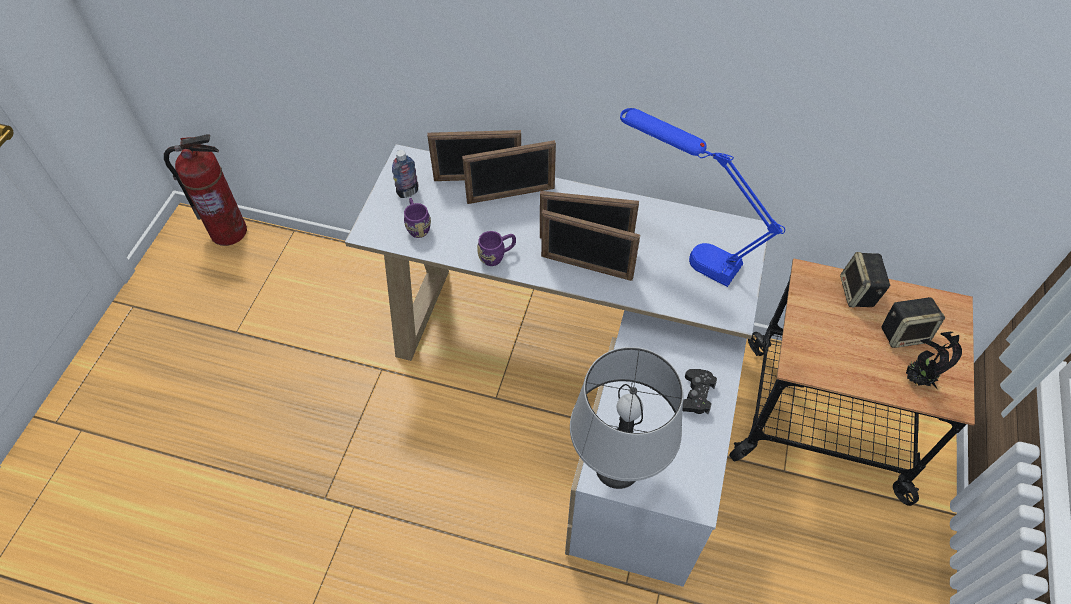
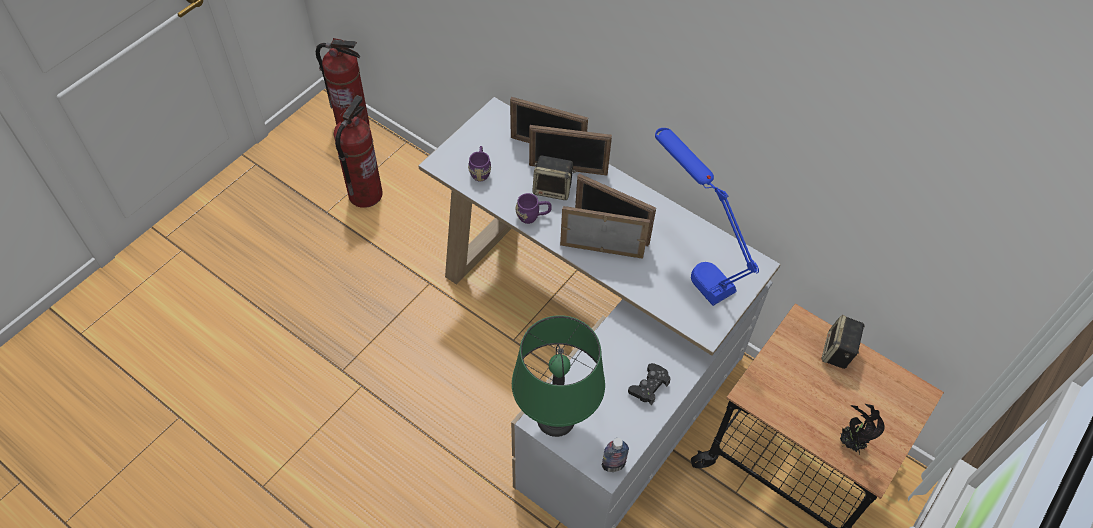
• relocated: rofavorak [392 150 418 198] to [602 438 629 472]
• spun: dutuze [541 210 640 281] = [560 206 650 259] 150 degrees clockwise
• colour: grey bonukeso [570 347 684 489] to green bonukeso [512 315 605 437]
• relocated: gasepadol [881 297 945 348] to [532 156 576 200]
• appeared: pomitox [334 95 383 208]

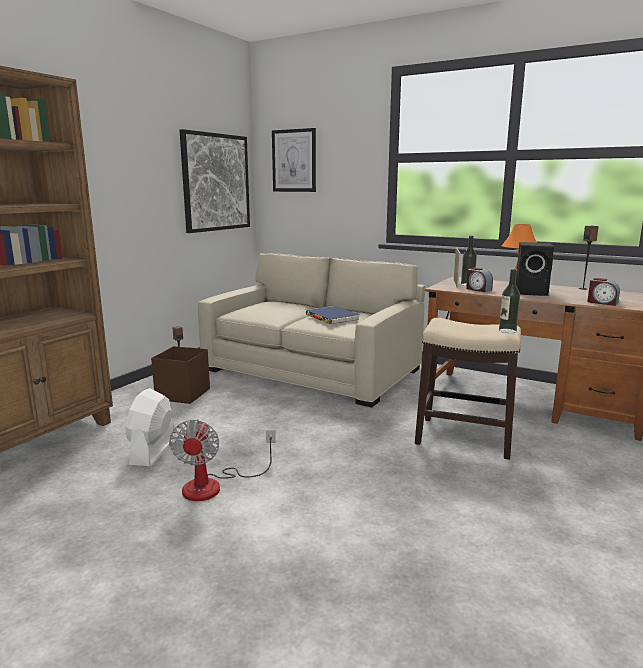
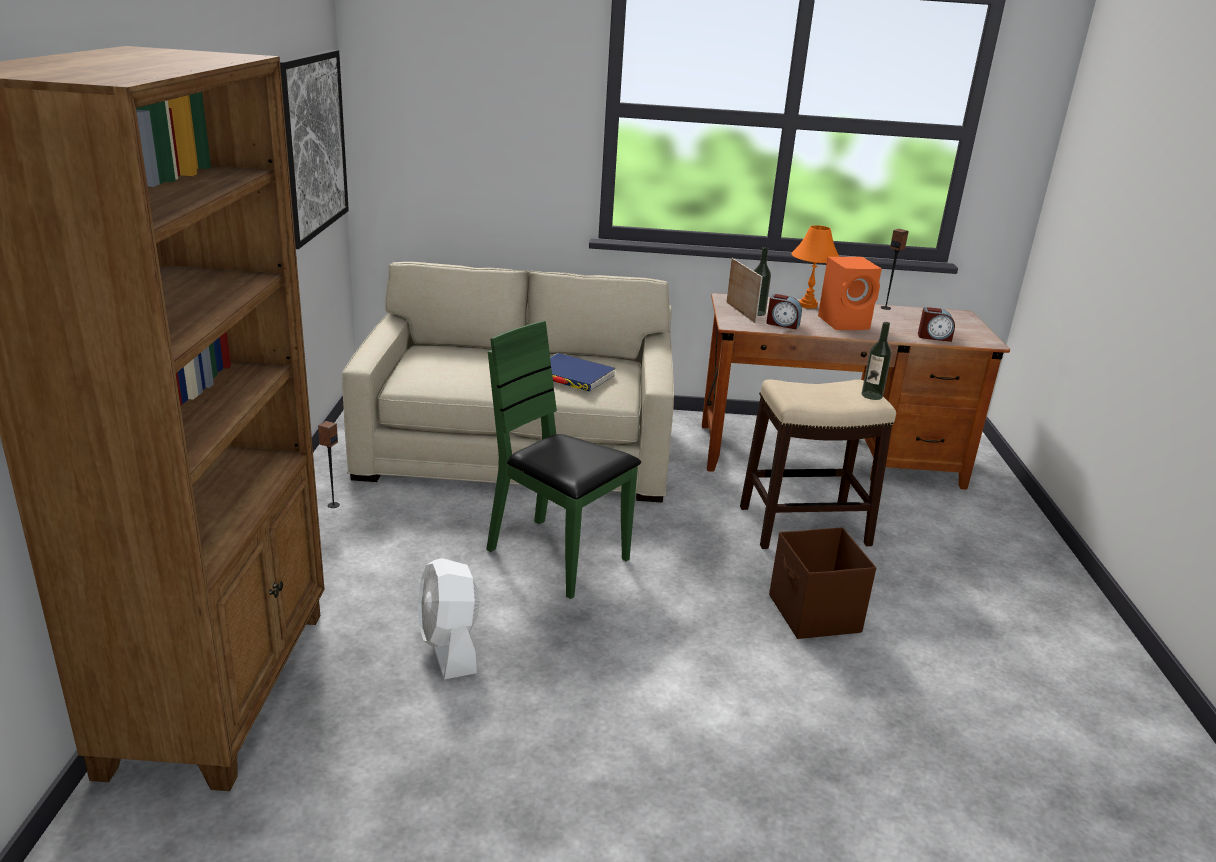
• relocated: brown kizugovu [151 346 210 404] to [769 527 876 639]
• missing: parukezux [169 419 275 501]
• missing: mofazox [272 128 316 192]
• colour: black gasepadol [516 242 554 296] to orange gasepadol [818 257 882 330]
• appeared: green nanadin [486 321 641 599]

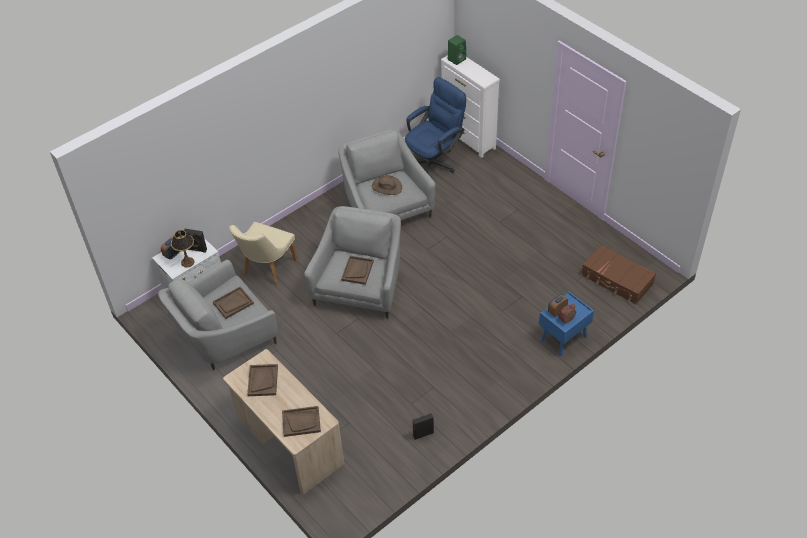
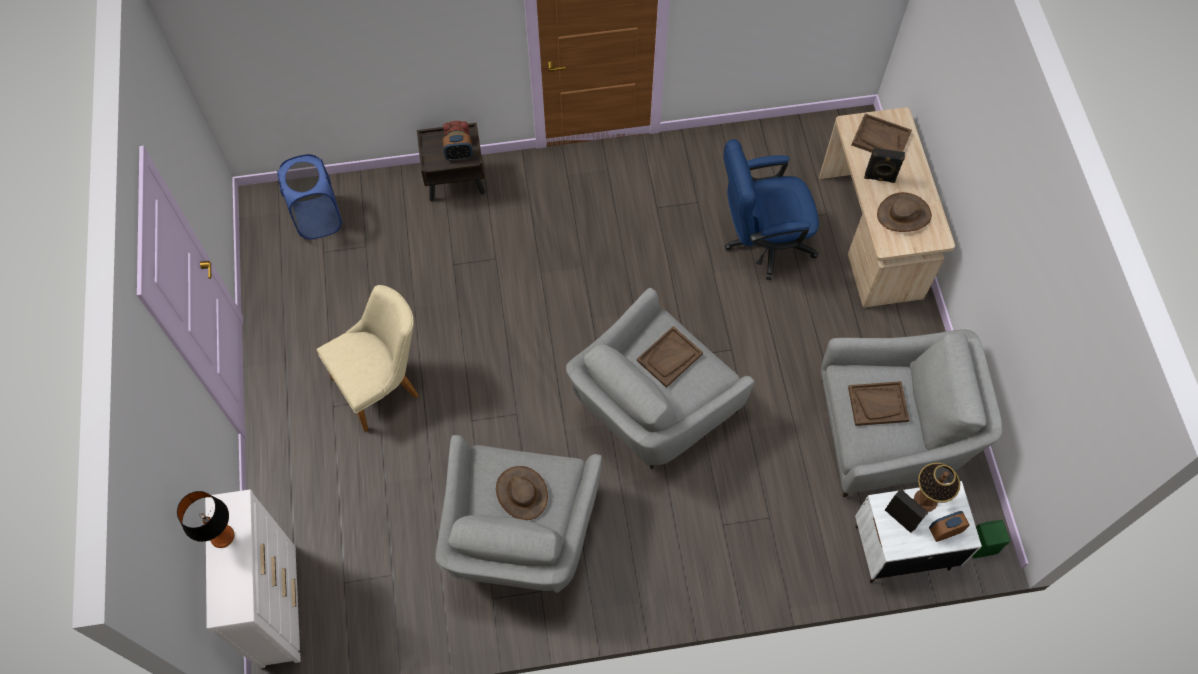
• relocated: beige nanadin [229 222 297 285] to [317 285 418 432]
• exchanged: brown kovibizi [247 364 278 396] to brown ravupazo [877 192 932 232]
• relocated: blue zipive [405 77 466 174] to [724 139 819 280]
• relocated: black gasepadol [412 413 434 440] to [864 148 905 183]
• relocated: green gasepadol [448 35 467 65] to [972 520 1010 558]
• colour: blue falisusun [539 291 594 356] to brown falisusun [417 123 485 201]
• exchanged: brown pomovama [581 244 656 305] to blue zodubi [277 154 343 240]
• appeared: bonukeso [177 491 234 548]

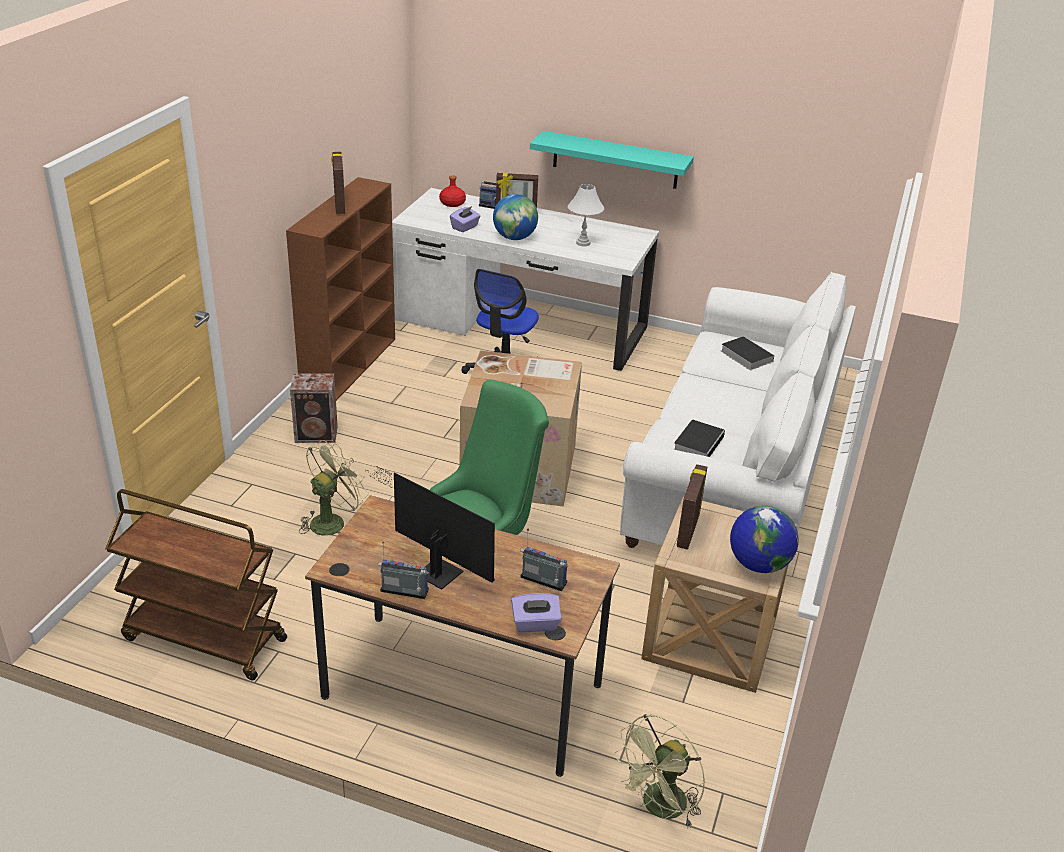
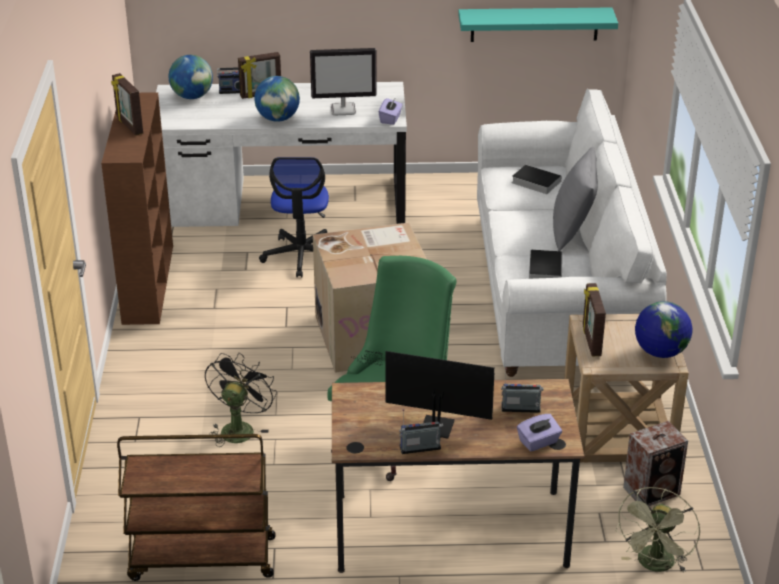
• relocated: gasepadol [290 374 338 443] to [623 421 688 506]
• colour: green parukezux [299 440 368 536] to black parukezux [205 353 277 447]
• exchanged: red rofavorak [439 175 466 207] to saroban [169 55 213 99]
• relocated: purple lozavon [450 206 480 232] to [379 97 403 125]
• relocated: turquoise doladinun [530 131 694 189] to [458 7 618 42]
• exchanged: white bonukeso [568 184 604 246] to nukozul [310 48 377 116]
• appeared: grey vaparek [553 147 598 251]

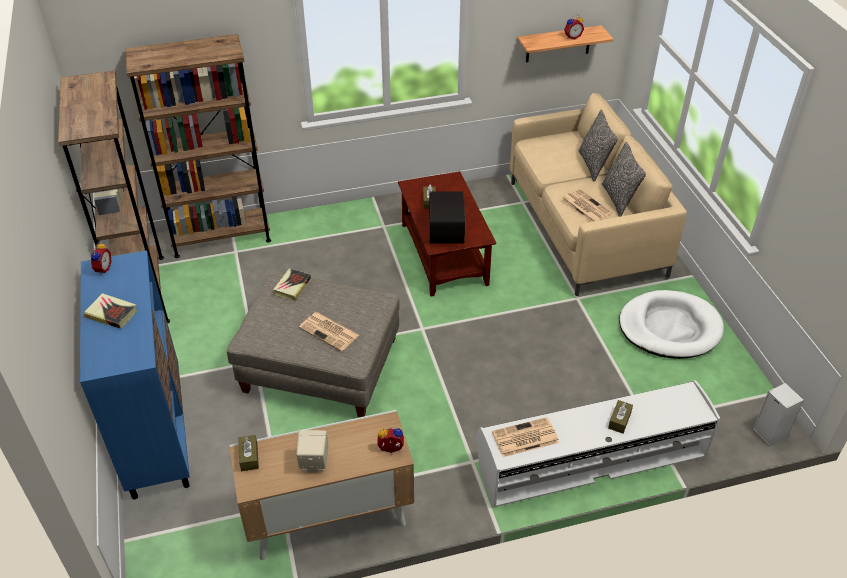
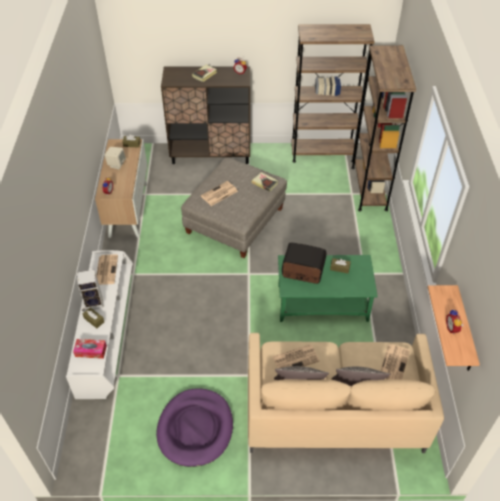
• colour: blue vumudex [80 250 190 500] to brown vumudex [161 66 250 164]
• colour: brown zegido [398 171 496 297] to green zegido [278 255 378 322]
• colour: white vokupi [619 290 724 359] to purple vokupi [156 388 233 467]
• relocated: gasepadol [753 383 804 447] to [77 269 103 310]
• appeared: lozavon [73 339 107 359]
• appeared: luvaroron [380 344 410 380]

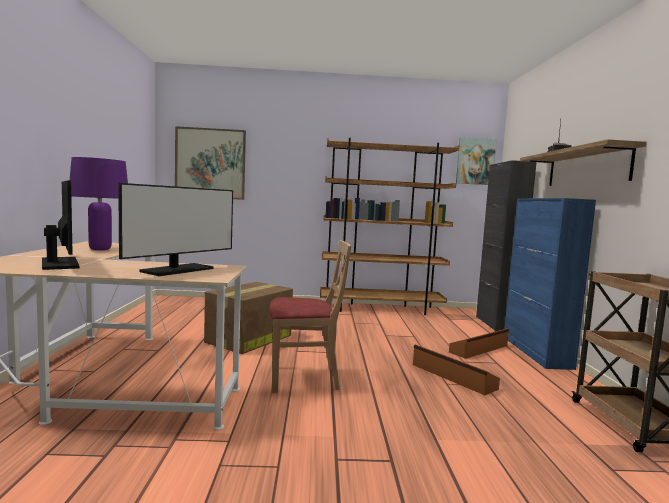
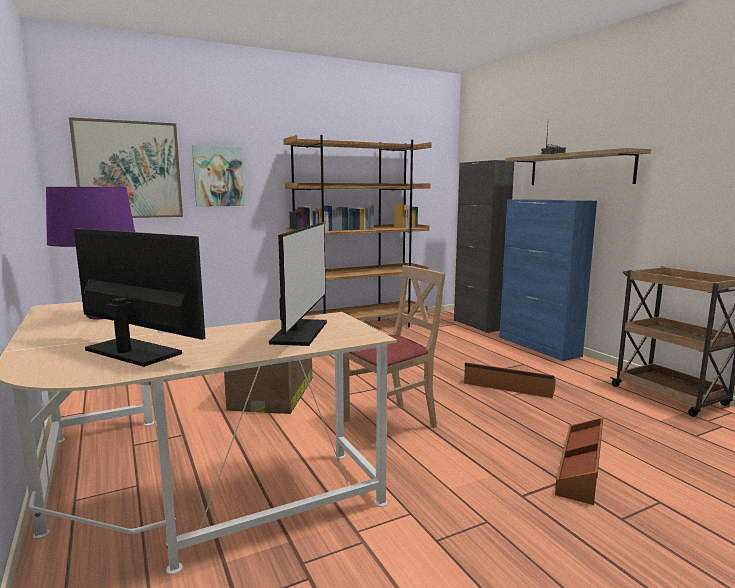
• relocated: brown kizugovu [449 328 509 359] to [555 418 603 505]
• relocated: mofazox [456 137 497 185] to [192 145 244 207]

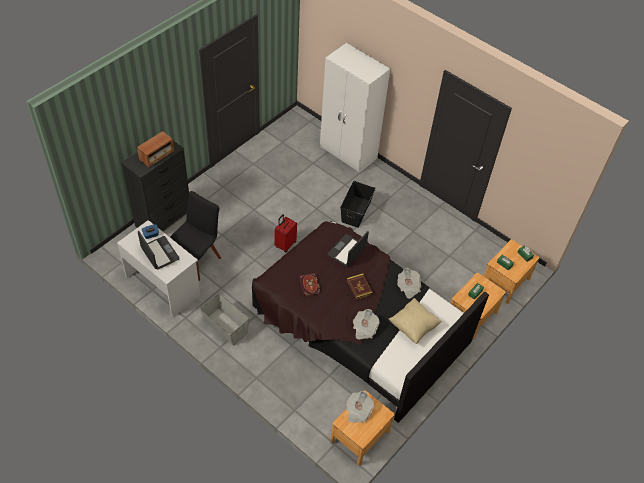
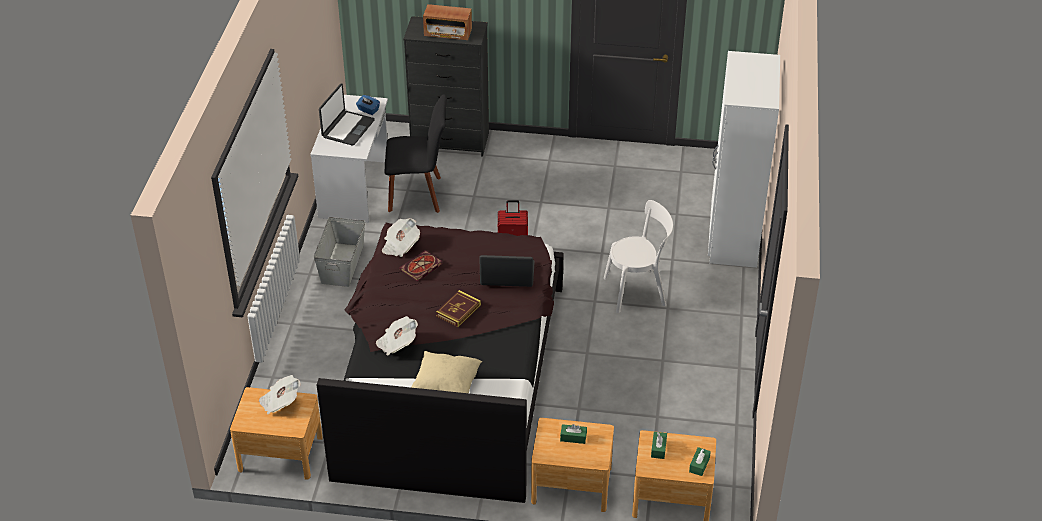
• exchanged: black kizugovu [340 181 376 228] to white nanadin [604 200 673 313]
• relocated: luvaroron [397 268 421 299] to [382 218 420 257]

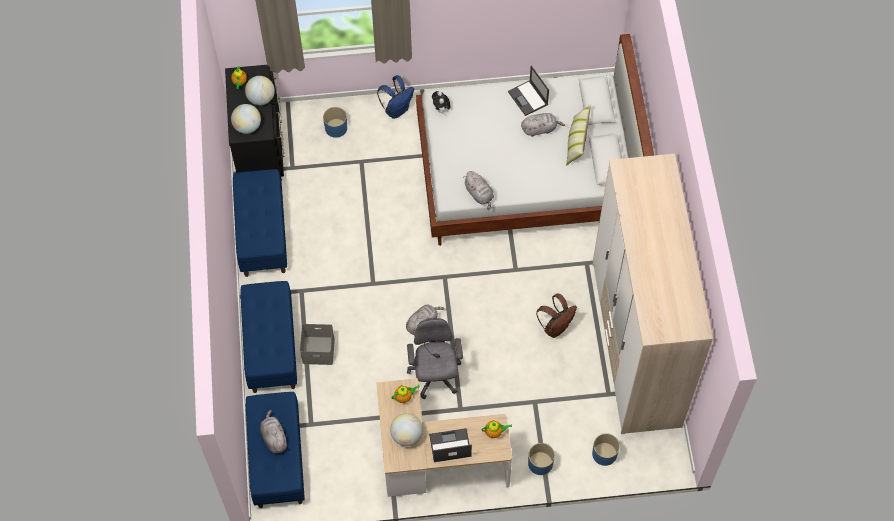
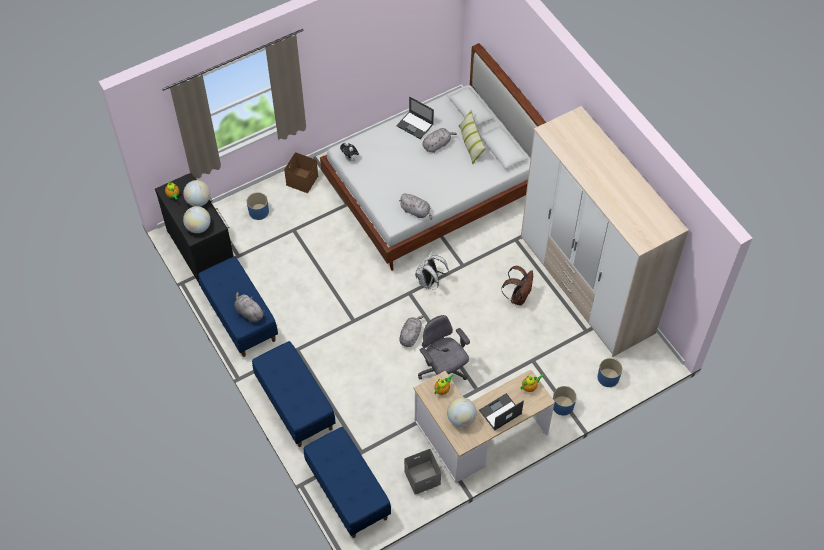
• relocated: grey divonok [260 410 287 454] to [235 292 265 322]
• relocated: grey kizugovu [300 324 335 365] to [404 449 441 495]
• exchanged: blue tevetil [377 75 414 119] to brown kizugovu [284 152 319 193]
• appeared: white tevetil [415 251 448 290]

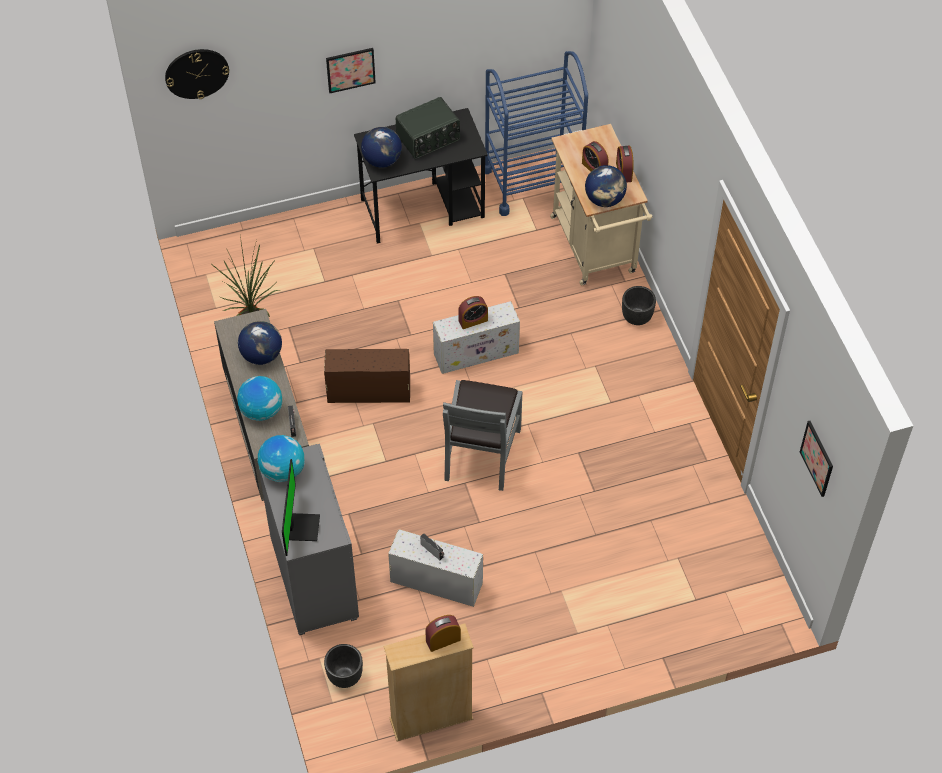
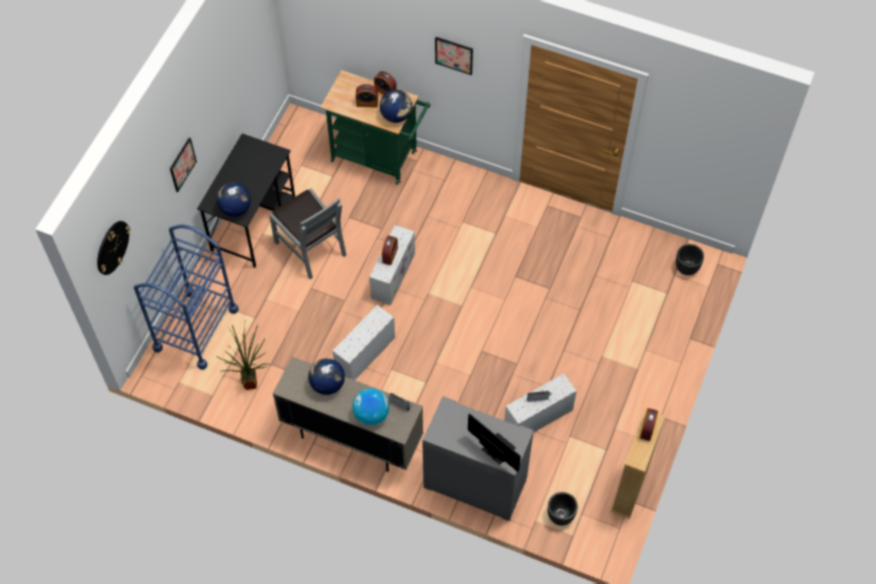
• missing: saroban [258 435 305 482]
• colour: brown kizugovu [324 349 410 403] to white kizugovu [333 305 395 380]
• missing: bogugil [396 97 460 159]
• relocated: grey nanadin [443 380 522 491] to [269 188 347 279]
• relocated: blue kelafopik [485 51 588 216] to [134 224 238 370]
• colour: beige kelafopik [550 124 653 285] to green kelafopik [320 70 430 185]
• relocated: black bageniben [622 286 656 325] to [676 244 704 275]
• relocated: mofazox [800 421 833 497] to [435 37 473 75]

